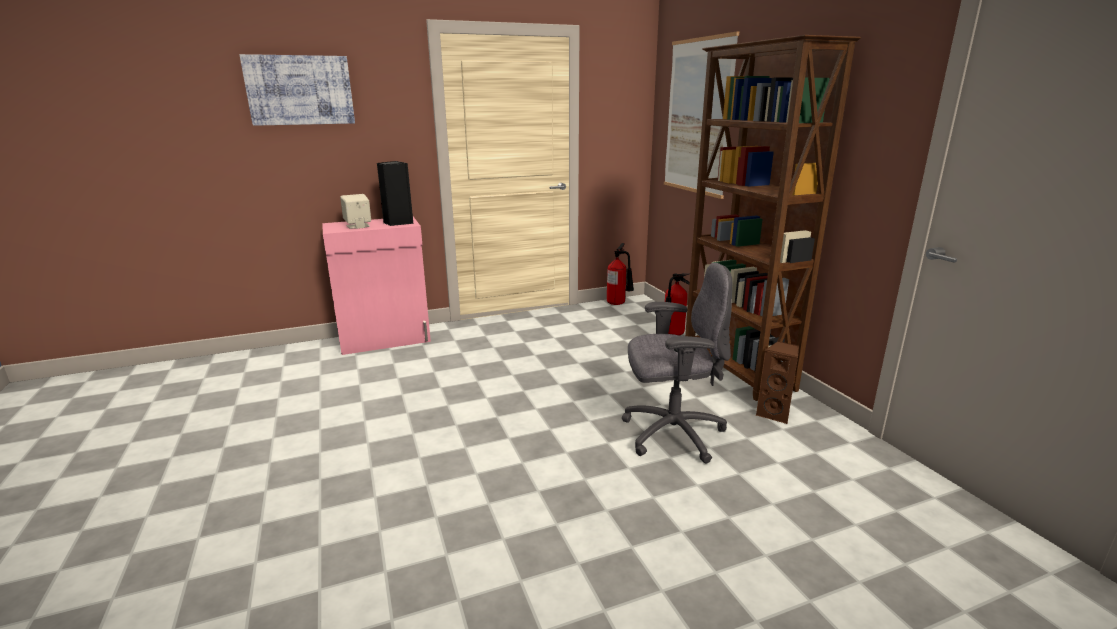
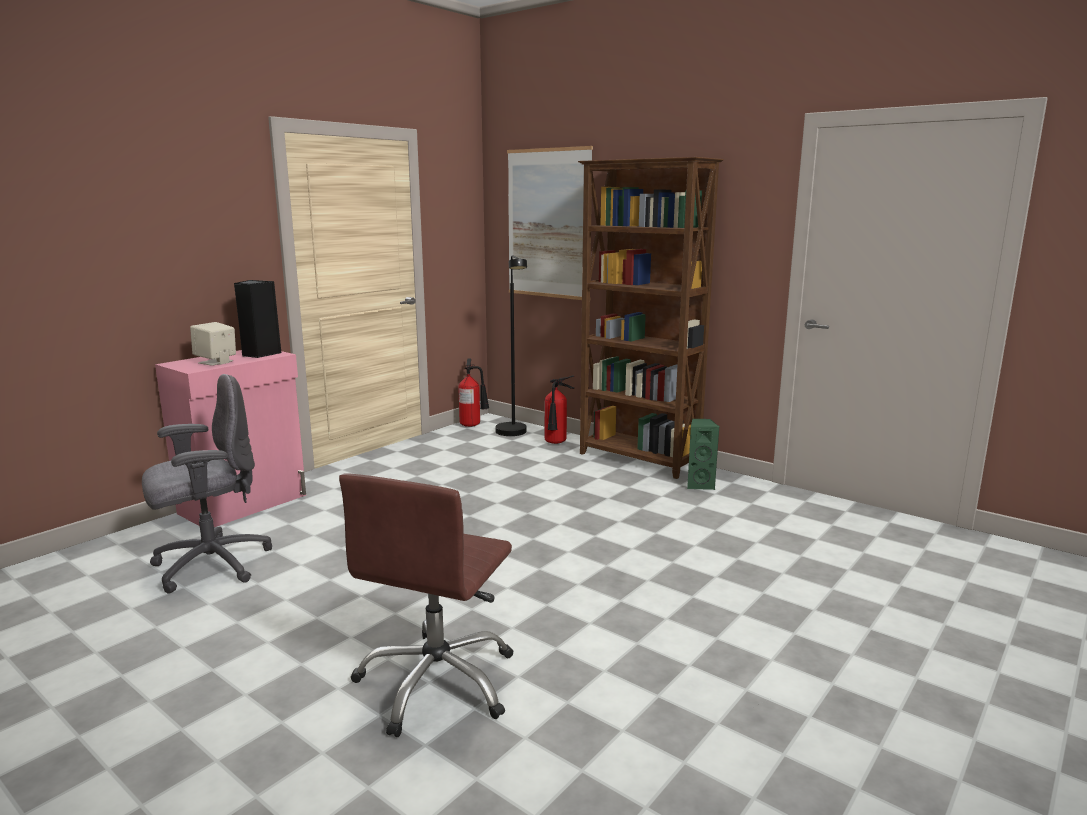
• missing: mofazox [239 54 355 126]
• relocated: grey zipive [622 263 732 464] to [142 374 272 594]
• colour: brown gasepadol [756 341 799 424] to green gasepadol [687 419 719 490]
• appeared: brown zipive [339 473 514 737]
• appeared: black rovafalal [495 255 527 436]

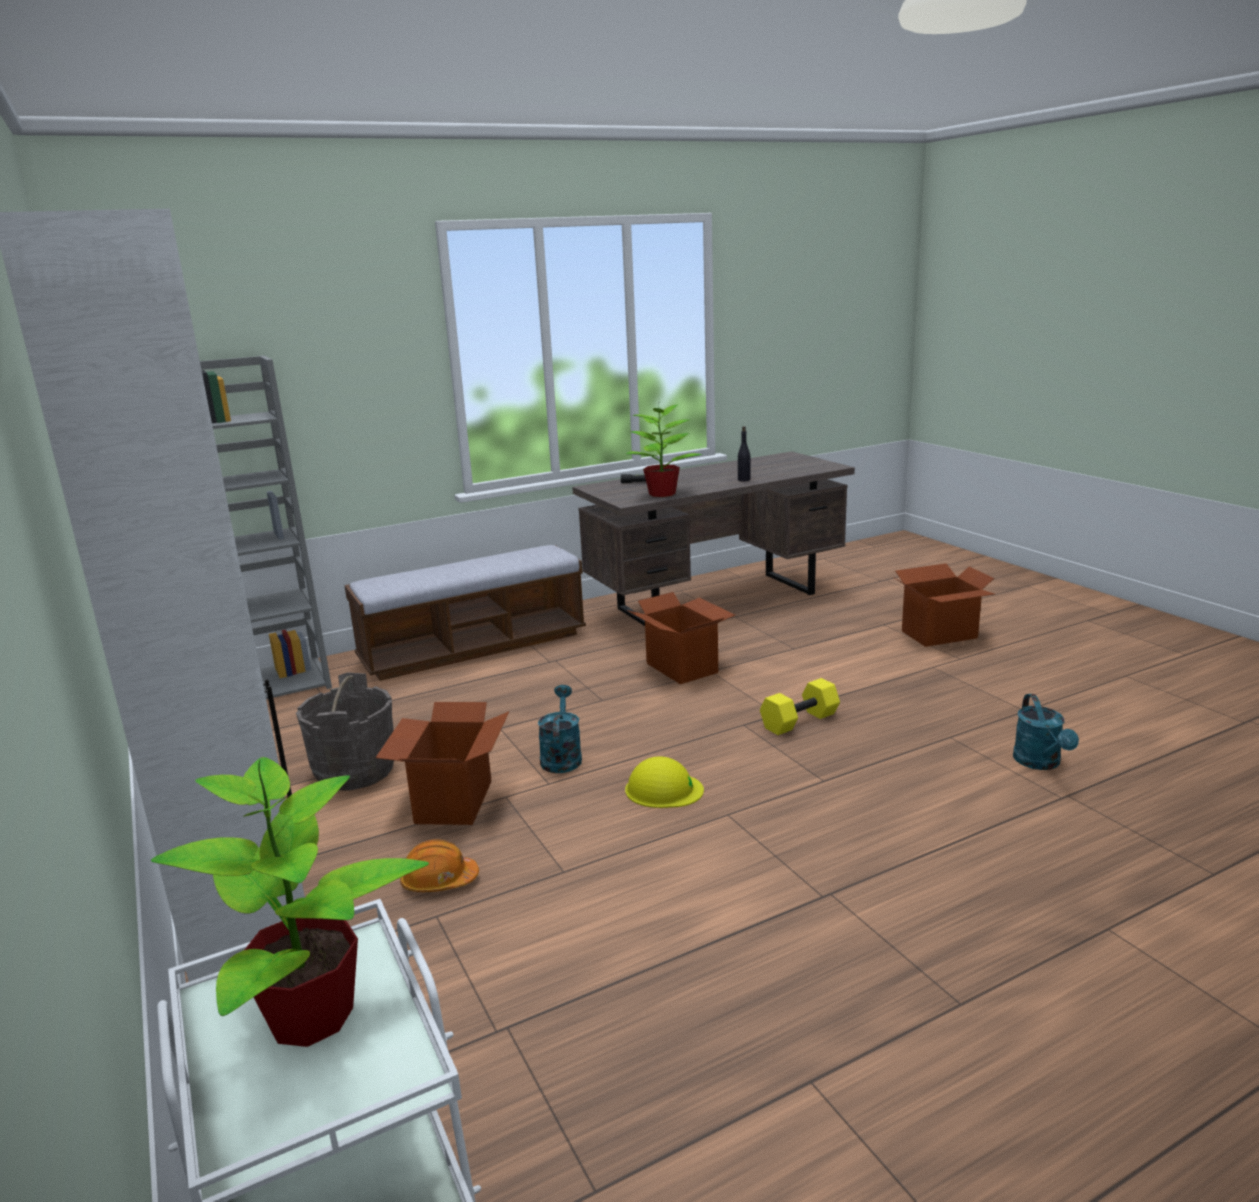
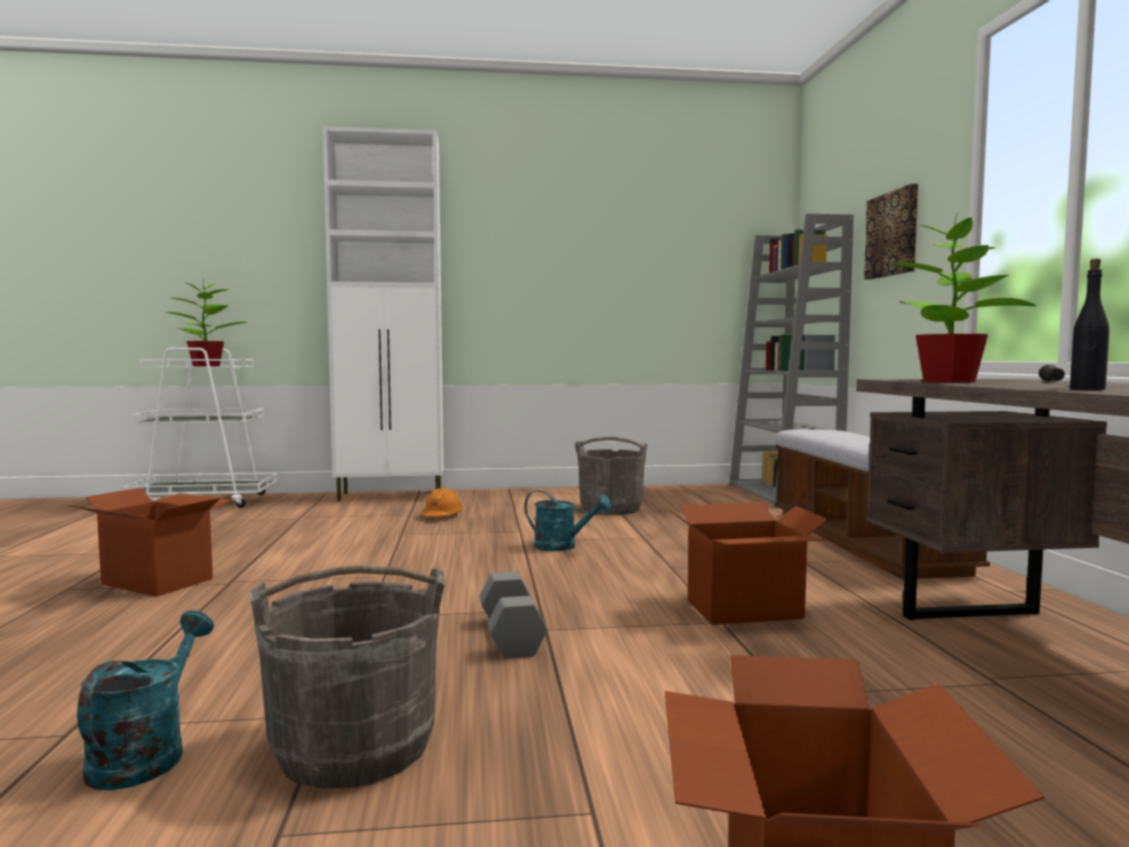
• relocated: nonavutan [375 702 509 825] to [68 488 234 597]
• missing: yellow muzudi [625 756 704 808]
• colour: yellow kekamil [760 678 840 735] to grey kekamil [480 572 547 659]
• spun: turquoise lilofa [1013 694 1079 770] = [77 610 214 790] 75 degrees clockwise
• appeared: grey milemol [249 565 445 789]
• appeared: mofazox [864 184 919 280]

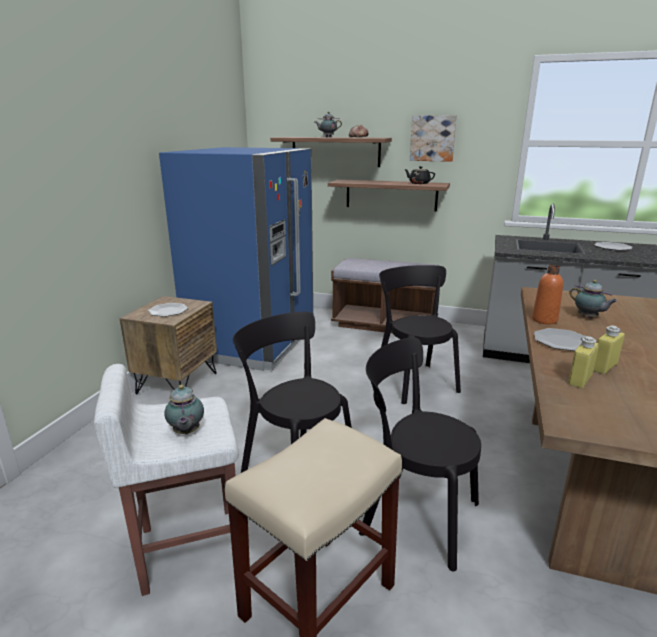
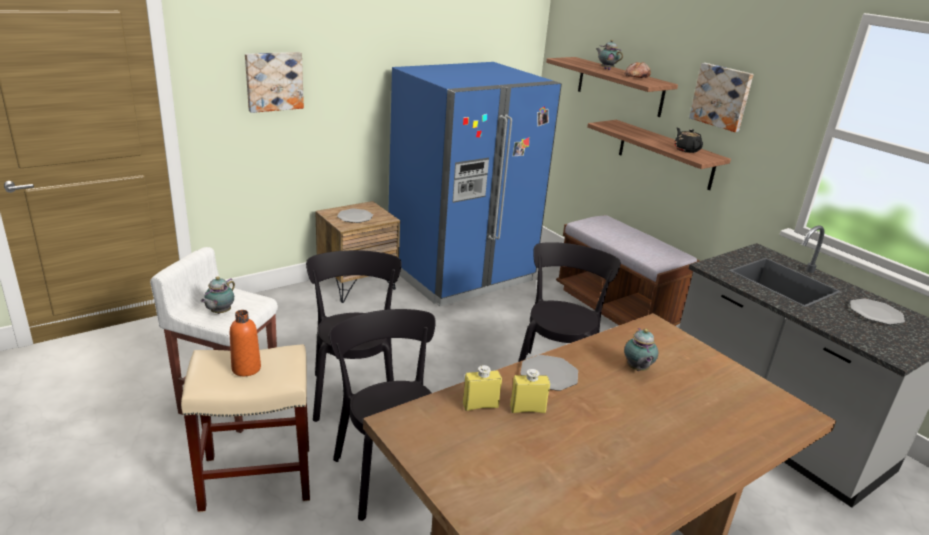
• relocated: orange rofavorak [532 265 563 324] to [230 310 261 376]
• appeared: mofazox [245 52 304 113]

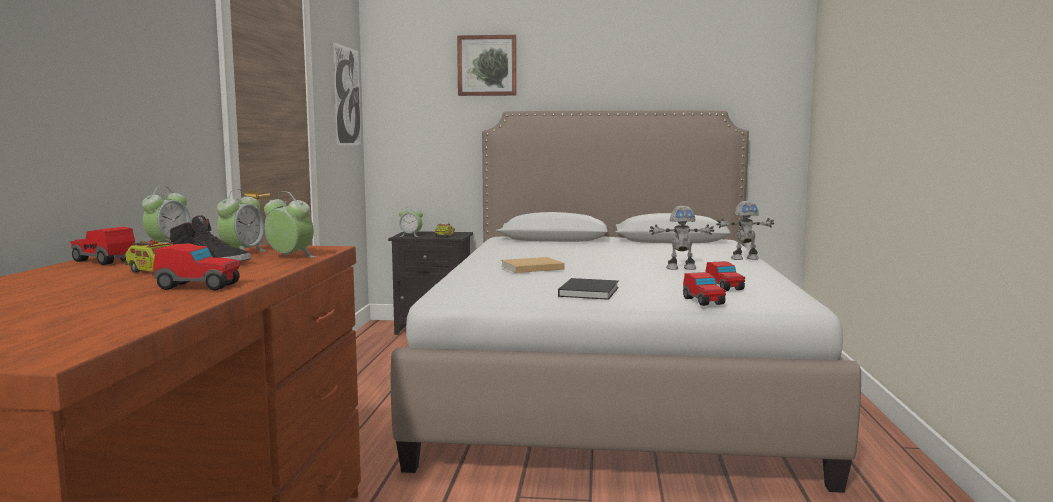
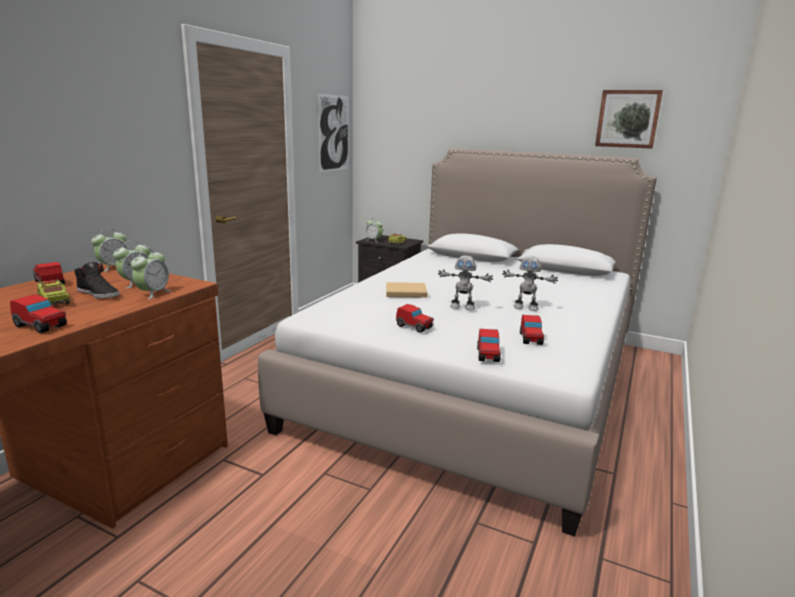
• spun: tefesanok [264 191 315 258] = [131 248 171 299] 60 degrees clockwise
• relocated: mofazox [457 35 517 96] to [595 90 663 149]
• exchanged: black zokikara [558 278 619 300] to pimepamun [396 304 434 333]
• relocated: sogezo [716 201 774 260] to [438 255 493 310]

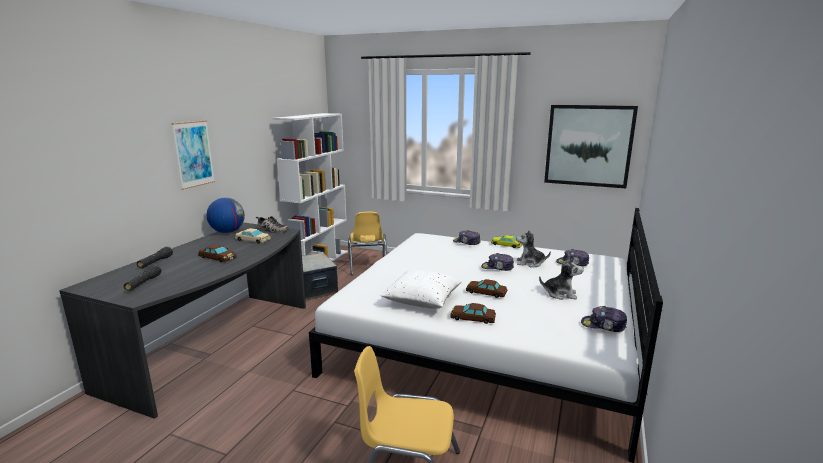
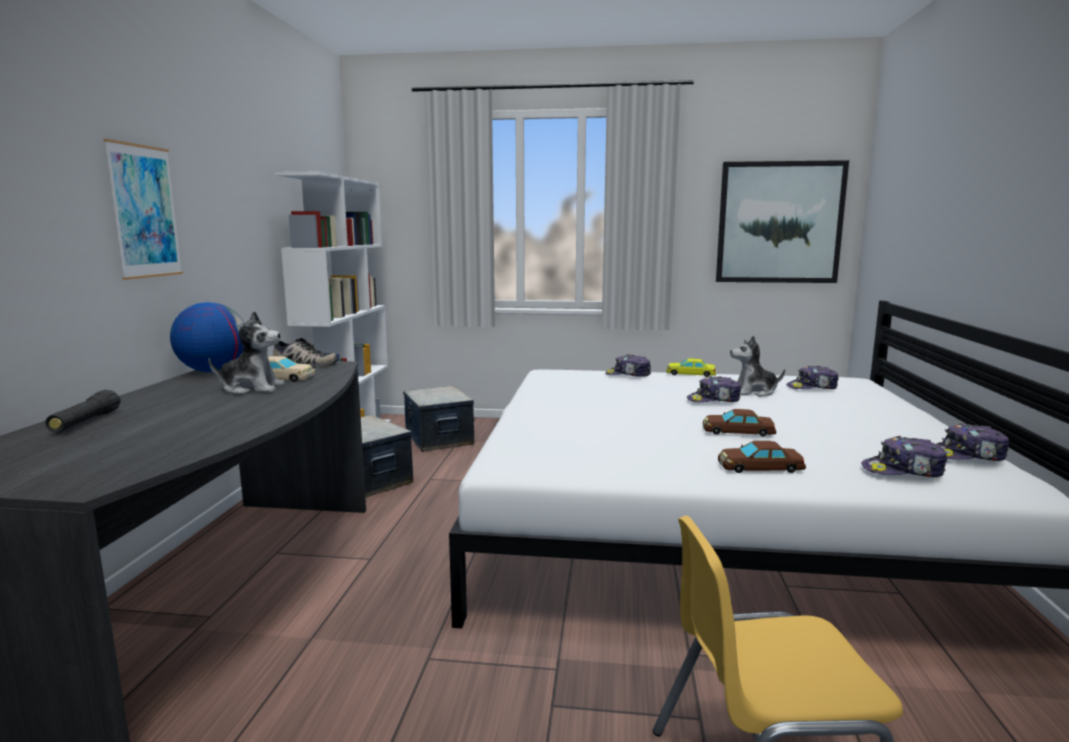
• missing: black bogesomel [124 265 161 291]
• missing: brown pimepamun [198 244 237 262]
• exchanged: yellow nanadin [348 212 387 275] to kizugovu [403 386 474 452]
• missing: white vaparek [381 270 462 309]
• relocated: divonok [539 255 584 300] to [208 311 285 394]
• appeared: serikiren [861 436 947 477]

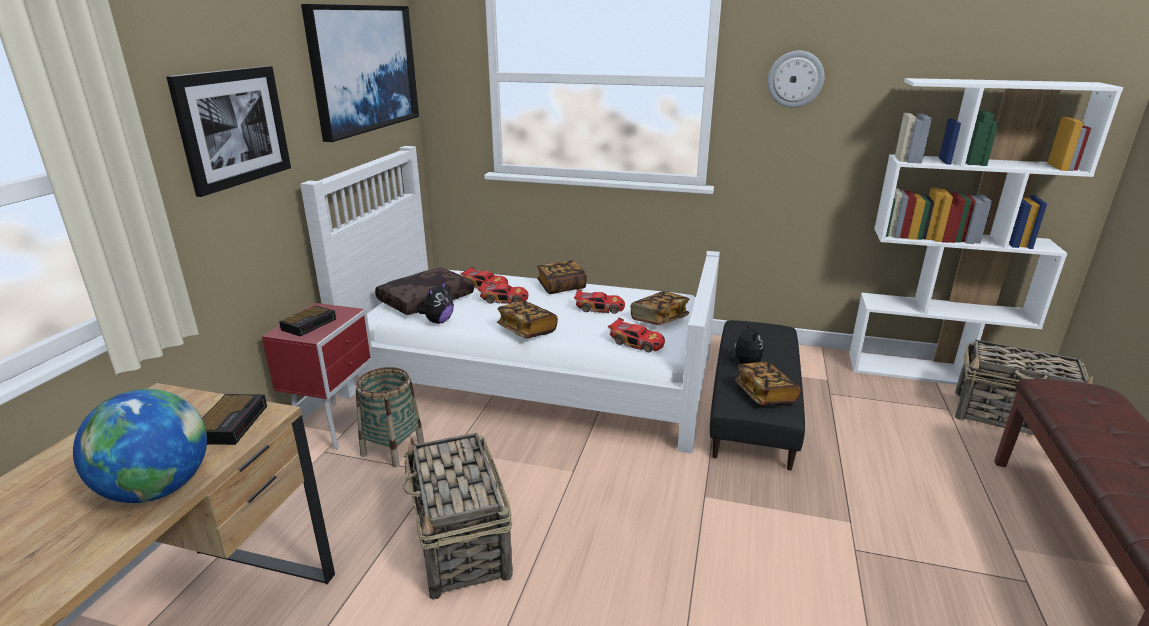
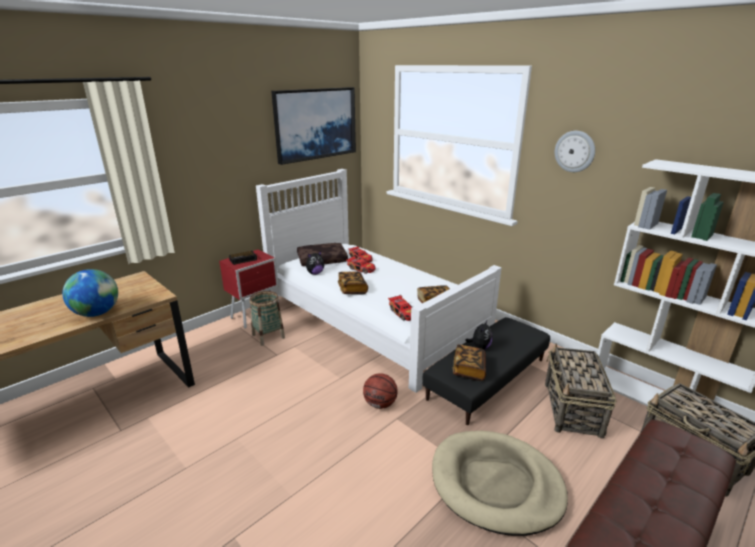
• missing: mofazox [166 66 291 197]
• missing: tefesanok [202 394 267 445]
• relocated: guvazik [402 433 513 599] to [545 343 616 439]
• missing: zokikara [537 260 587 294]
• missing: pimepamun [574 289 625 314]
• appeared: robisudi [363 373 397 409]
• appeared: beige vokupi [432 431 568 536]

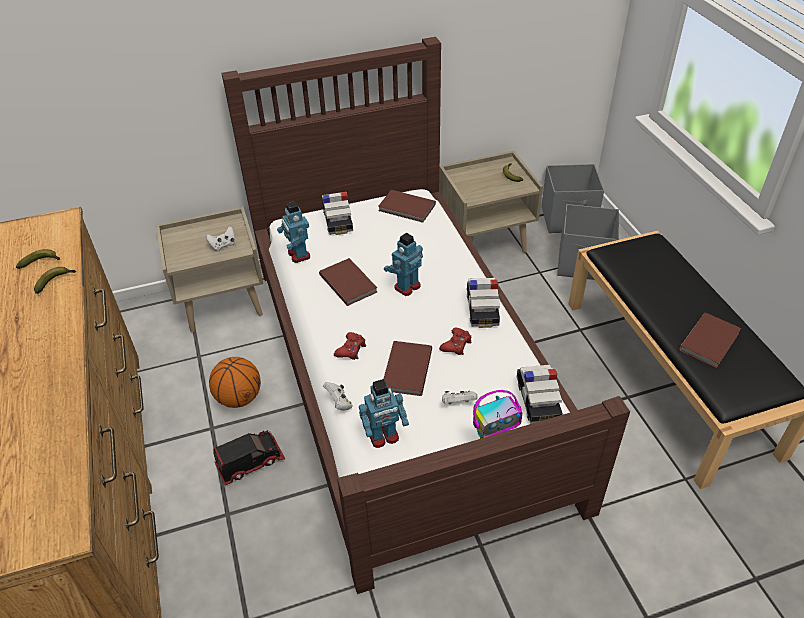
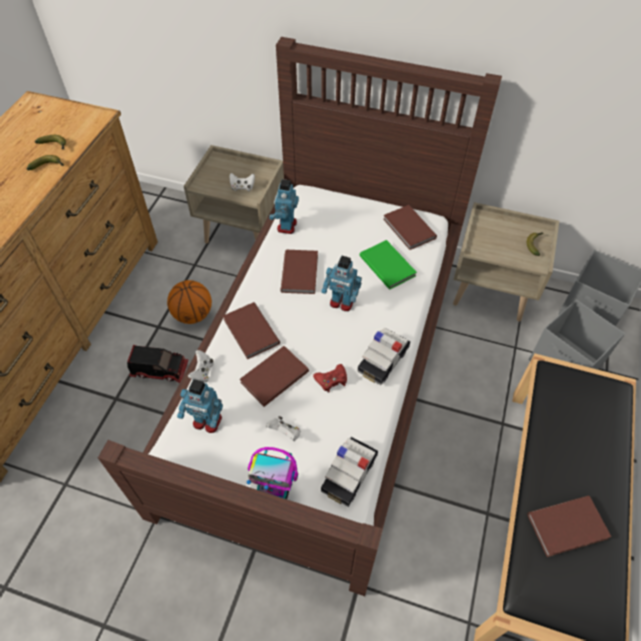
• missing: pimepamun [322 192 353 235]
• exchanged: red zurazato [334 332 366 360] to brown zokikara [223 302 280 359]
• spun: sogezo [384 233 423 296] = [321 256 362 311] 150 degrees counterclockwise
• appeared: green zokikara [360 240 417 289]

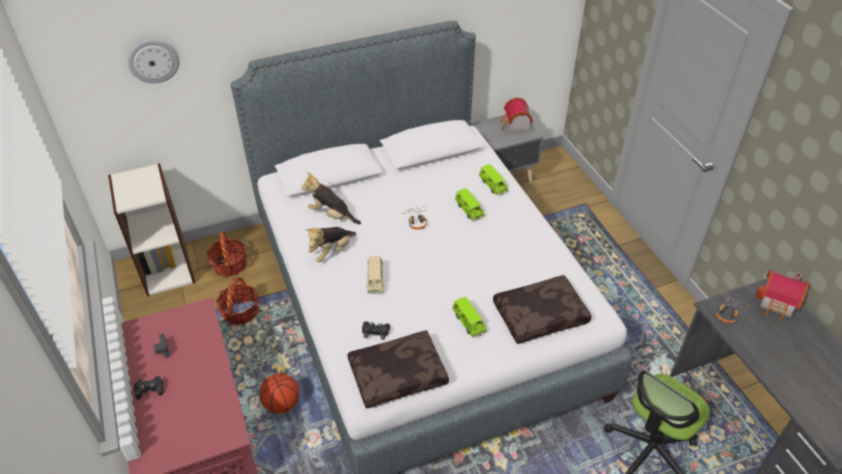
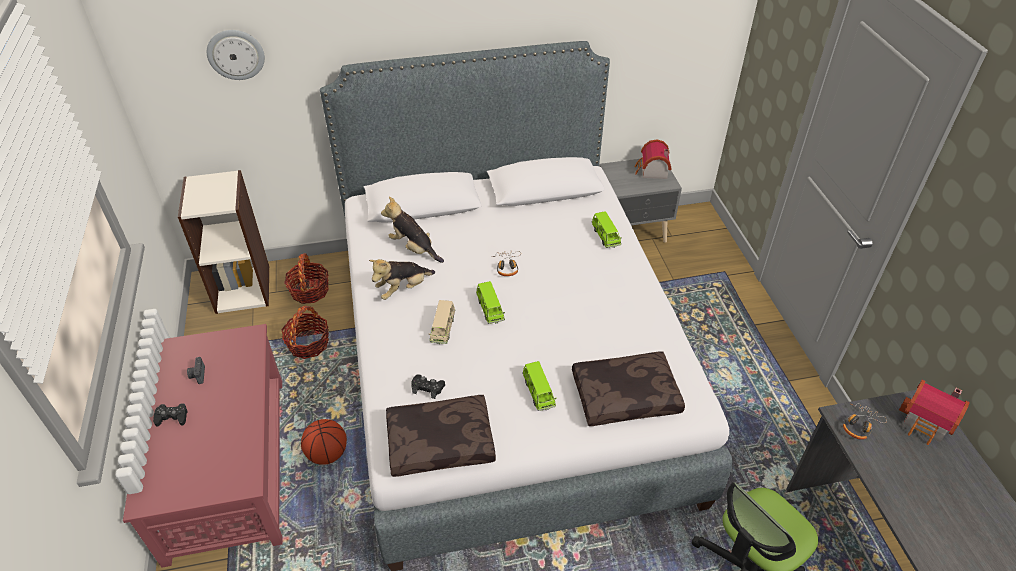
• relocated: green pimepamun [455 188 485 221] to [476 281 505 324]

